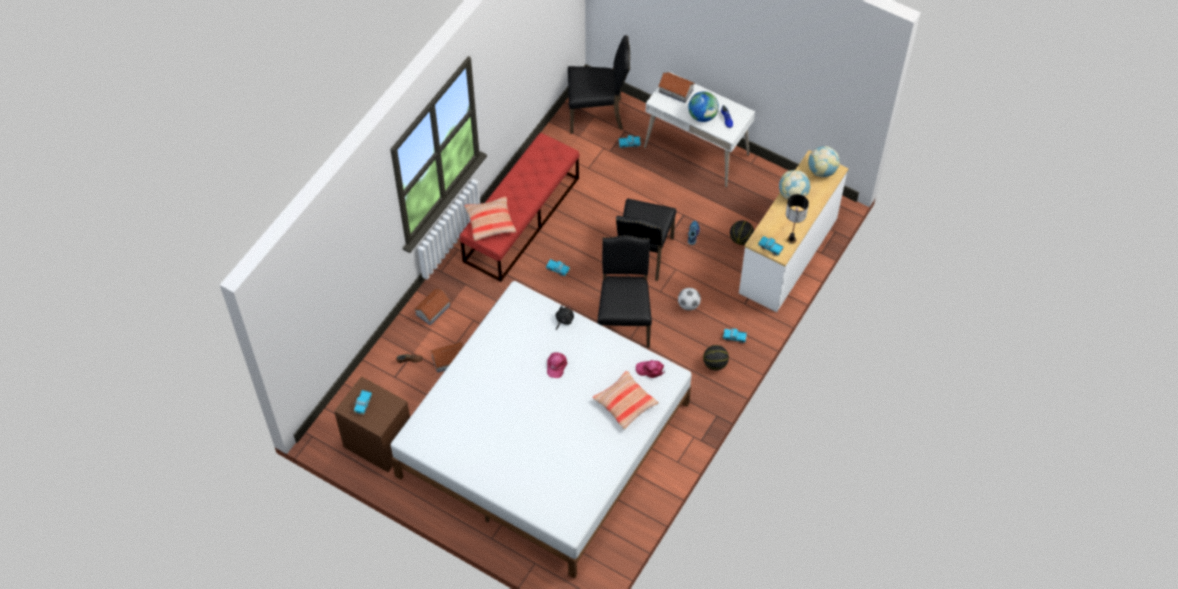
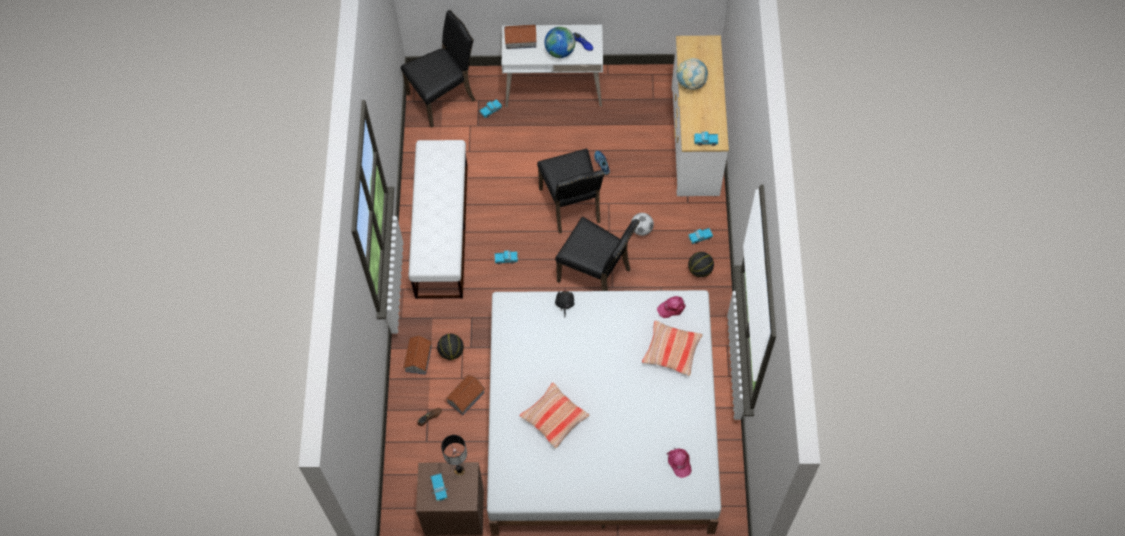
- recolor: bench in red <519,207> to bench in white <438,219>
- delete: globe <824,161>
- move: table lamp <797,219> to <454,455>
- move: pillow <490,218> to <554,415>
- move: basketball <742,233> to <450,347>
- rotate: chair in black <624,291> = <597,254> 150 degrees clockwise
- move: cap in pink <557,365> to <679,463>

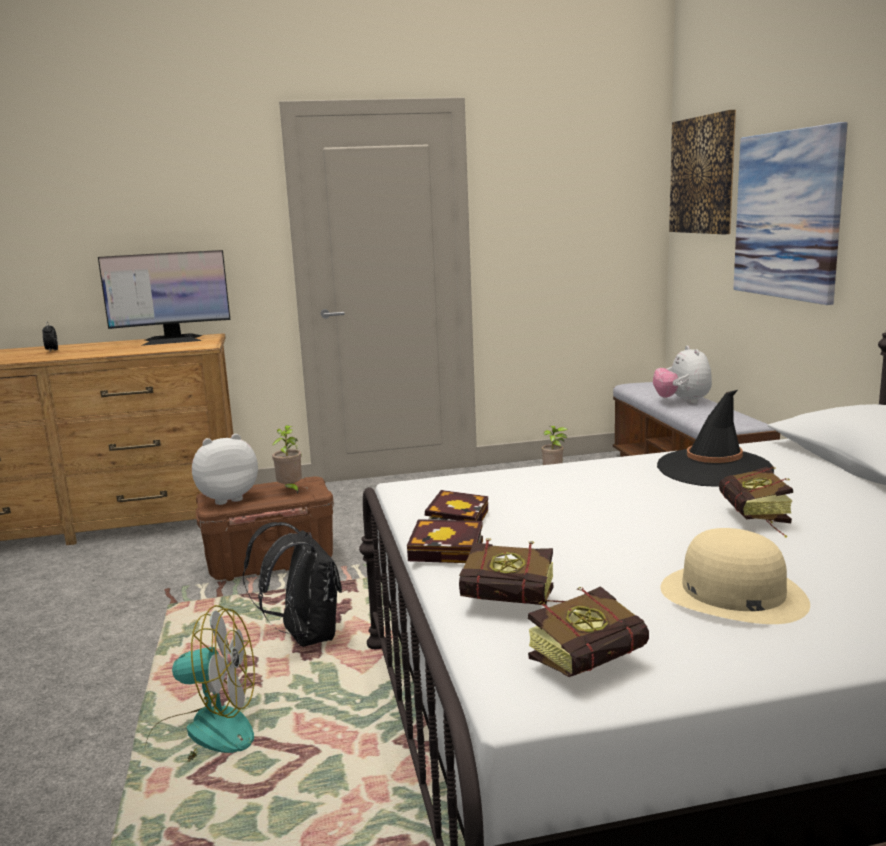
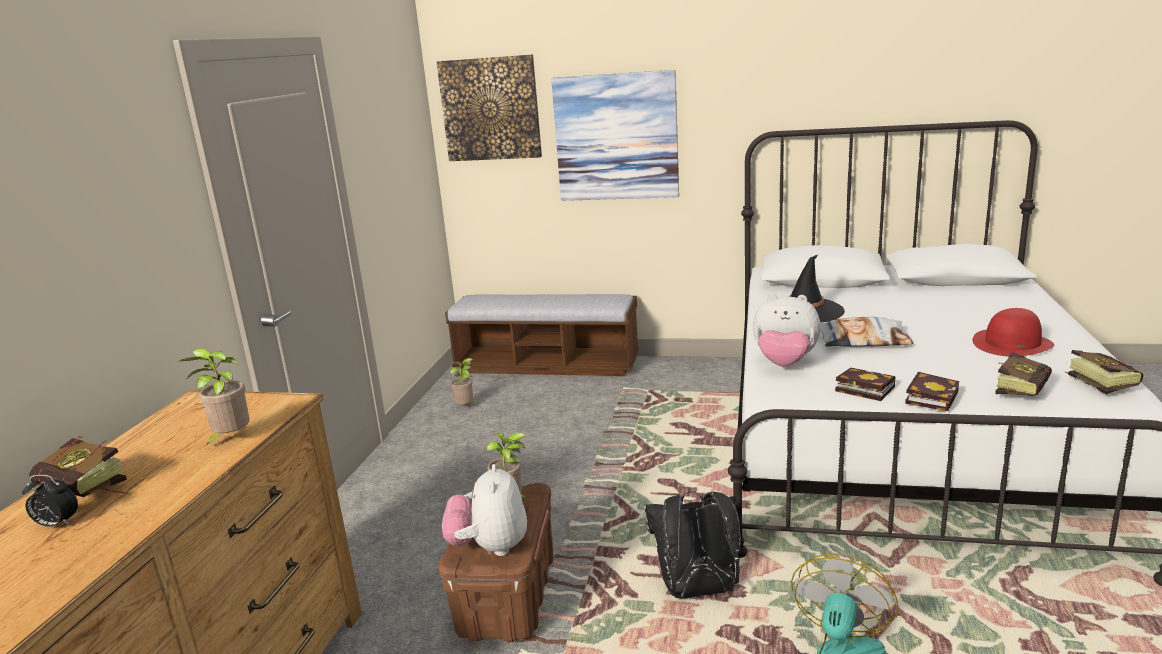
- delete: monitor <164,298>
- move: plush toy <682,375> to <787,330>
- move: book <756,502> to <80,466>
- recolor: hat in beige <735,576> to hat in red <1013,332>
- insert: pillow <866,331>
- insert: potted plant <215,397>

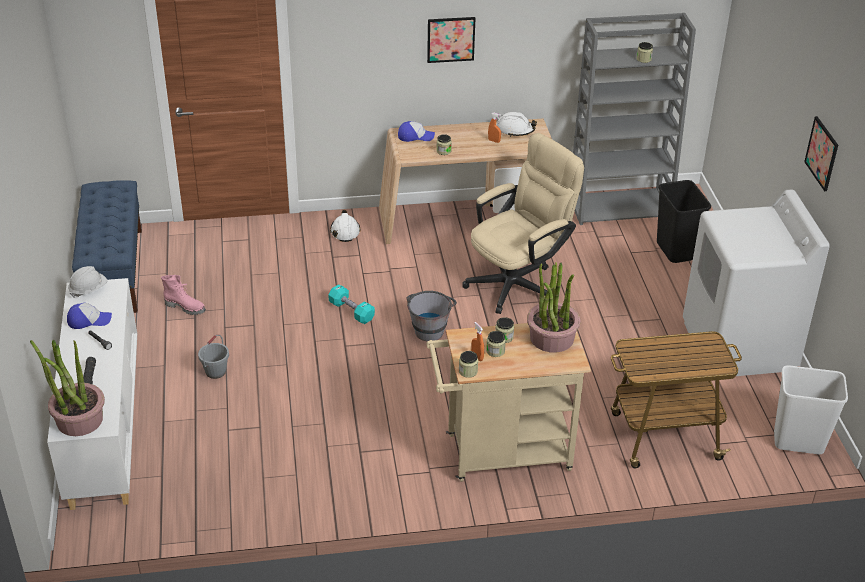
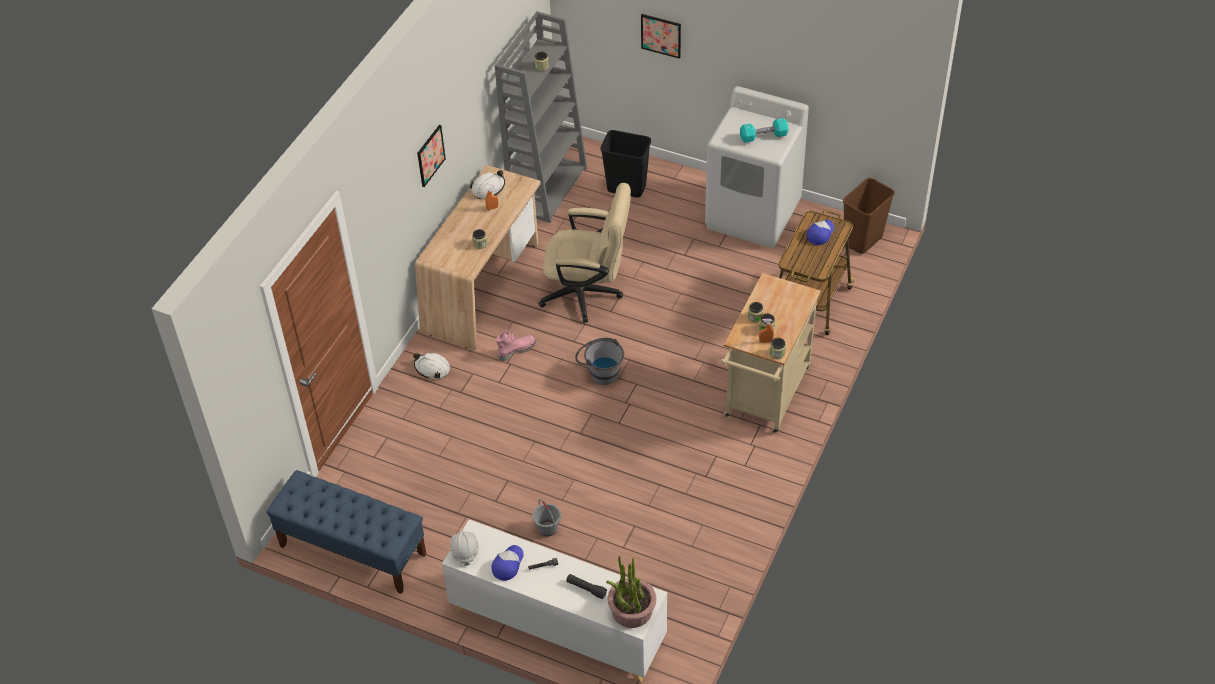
- move: picture <821,153> to <661,36>
- move: cap <416,131> to <820,232>
- rotate: office chair in beige <523,223> = <584,253> 105 degrees clockwise
- delete: potted plant <554,307>
- move: boot in pink <183,295> to <516,345>
- move: dumbbell in turquoise <351,304> to <764,130>
- recolor: trash can in white <811,409> to trash can in brown <869,216>

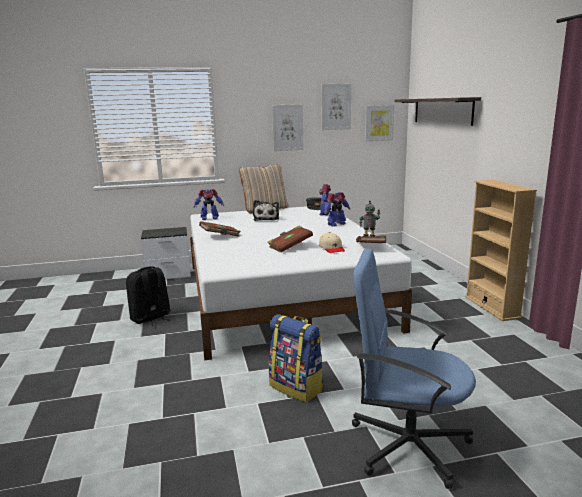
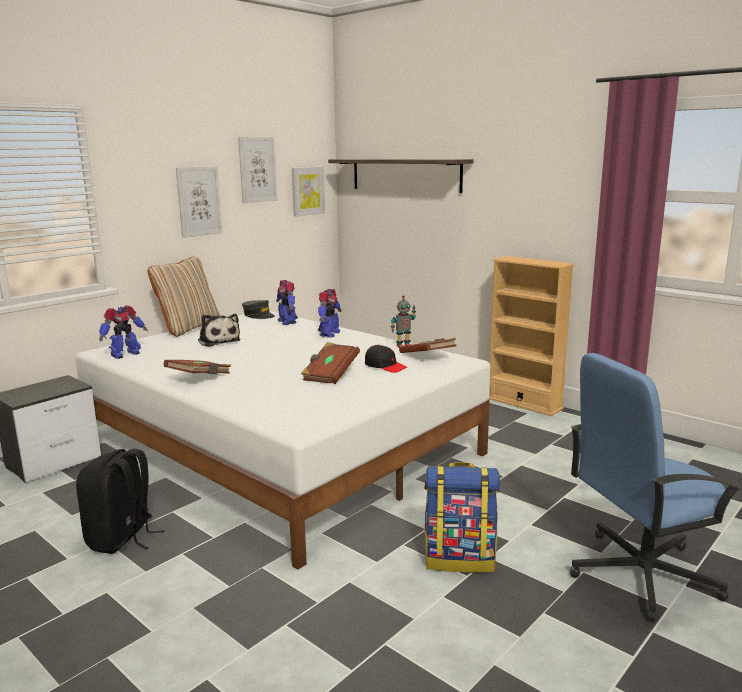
- recolor: cap in beige <332,242> to cap in black <386,359>

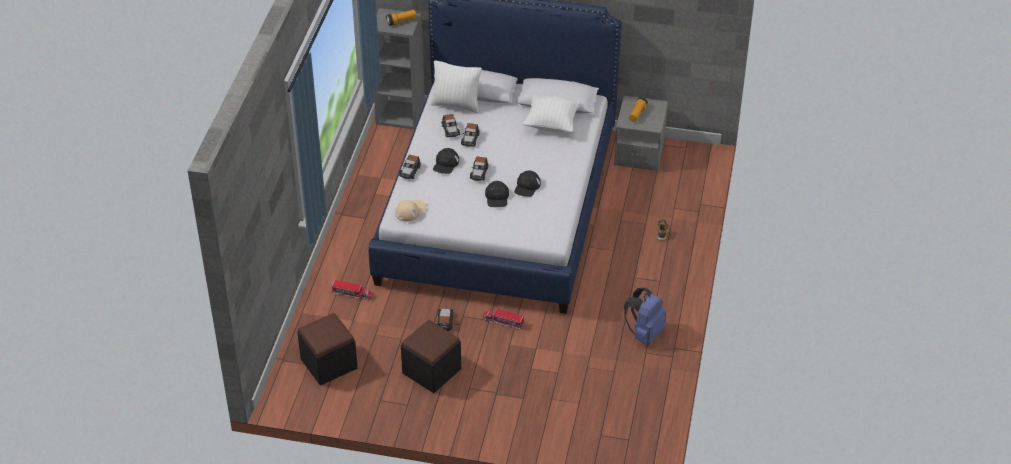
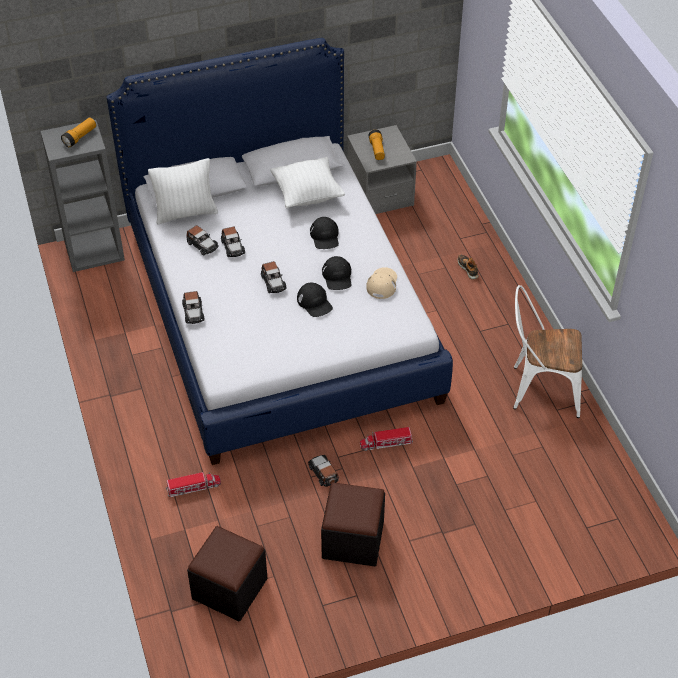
- move: cap in black <446,161> to <324,233>
- move: cap in beige <411,210> to <381,283>
- replace: backpack in blue <645,316> to chair in white <547,351>

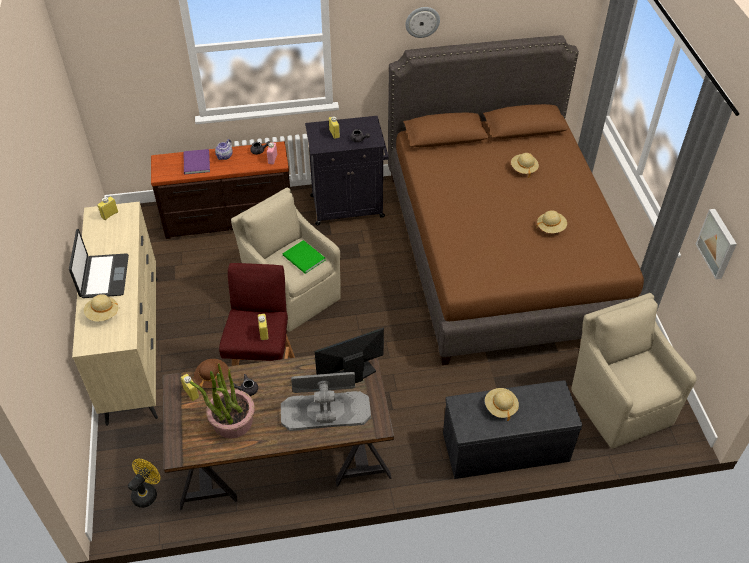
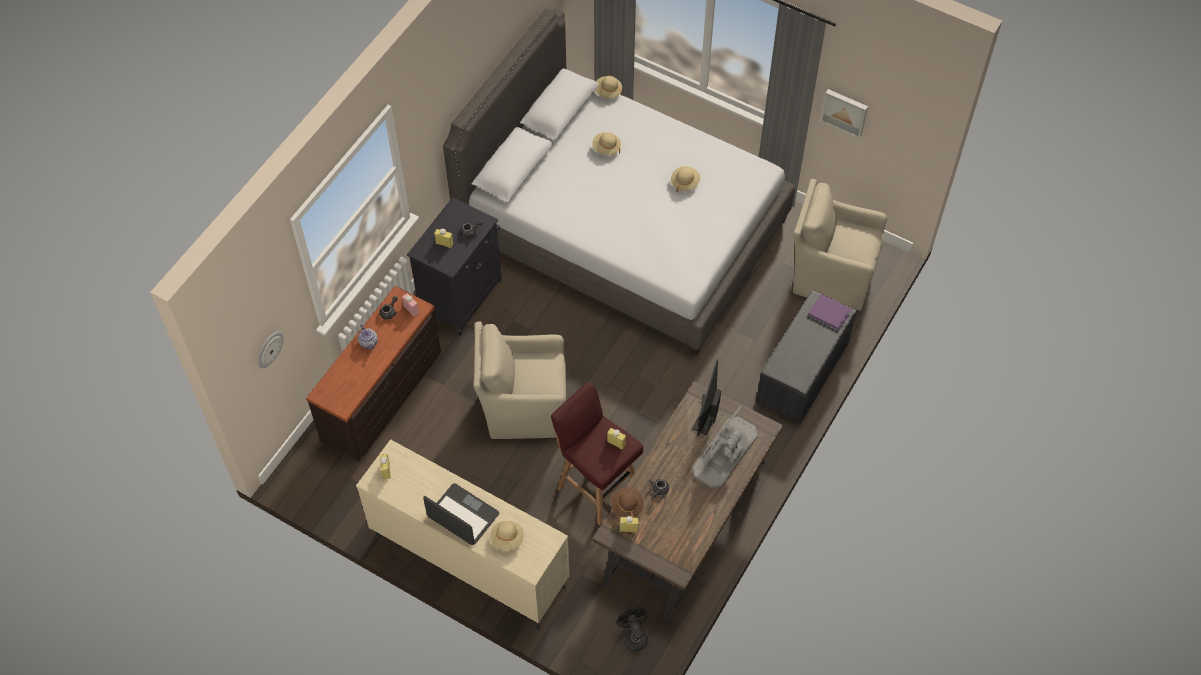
- move: wall clock <422,22> to <270,349>
- recolor: bed in brown <516,200> to bed in grey <619,182>
- move: book in purple <197,161> to <830,312>
- delete: book in green <304,257>
- delete: potted plant <222,401>
- move: hat in beige <502,404> to <608,87>
- recolor: fan in yellow <144,483> to fan in black <632,629>

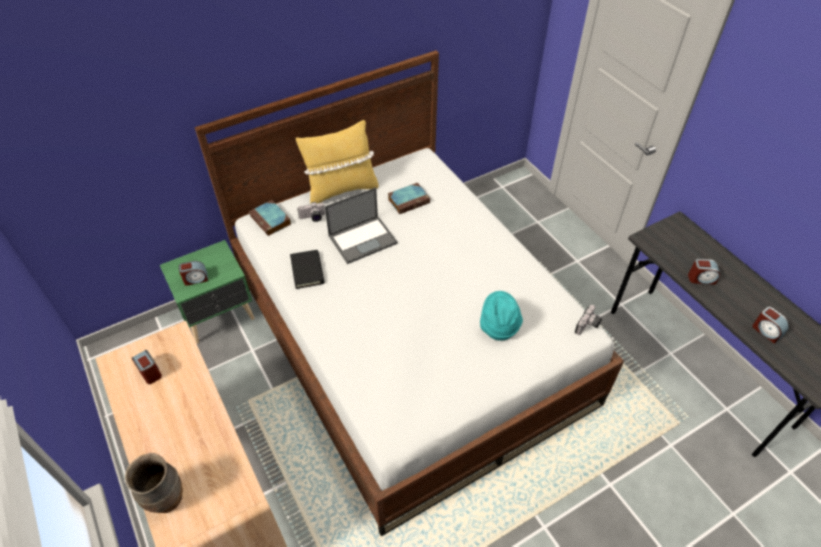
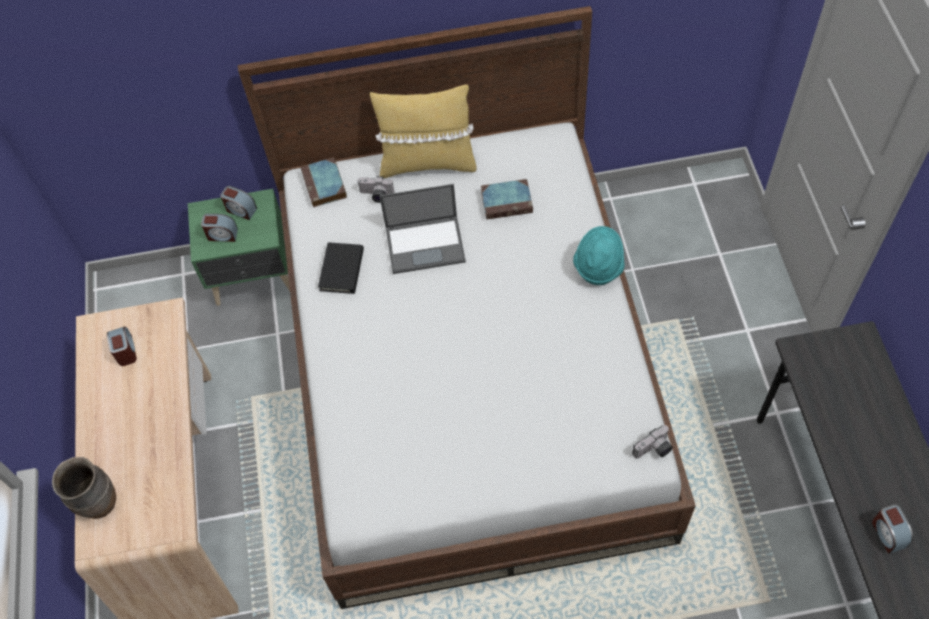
- move: alarm clock <704,272> to <238,203>
- move: hat in turquoise <501,316> to <598,255>

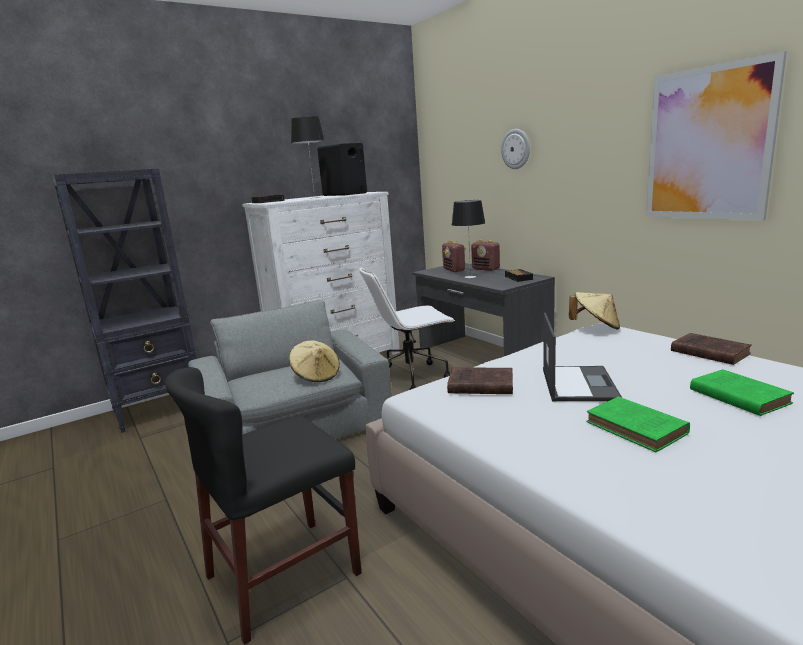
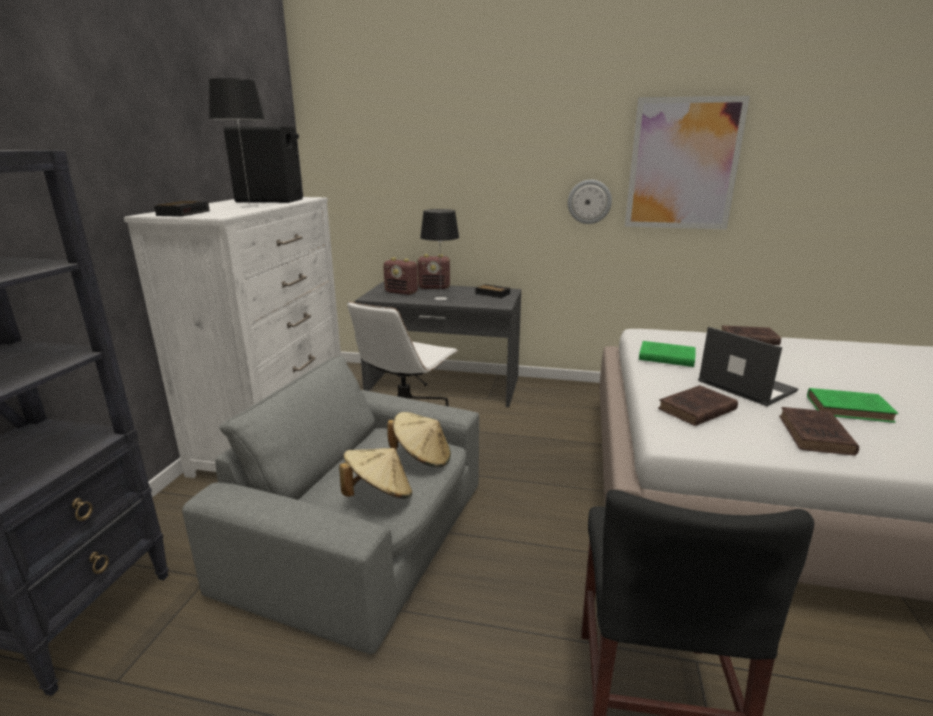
- move: wall clock <515,149> to <590,202>
- move: hat in beige <594,311> to <375,473>
- move: book in green <742,392> to <667,354>
- insert: book in brown <819,431>

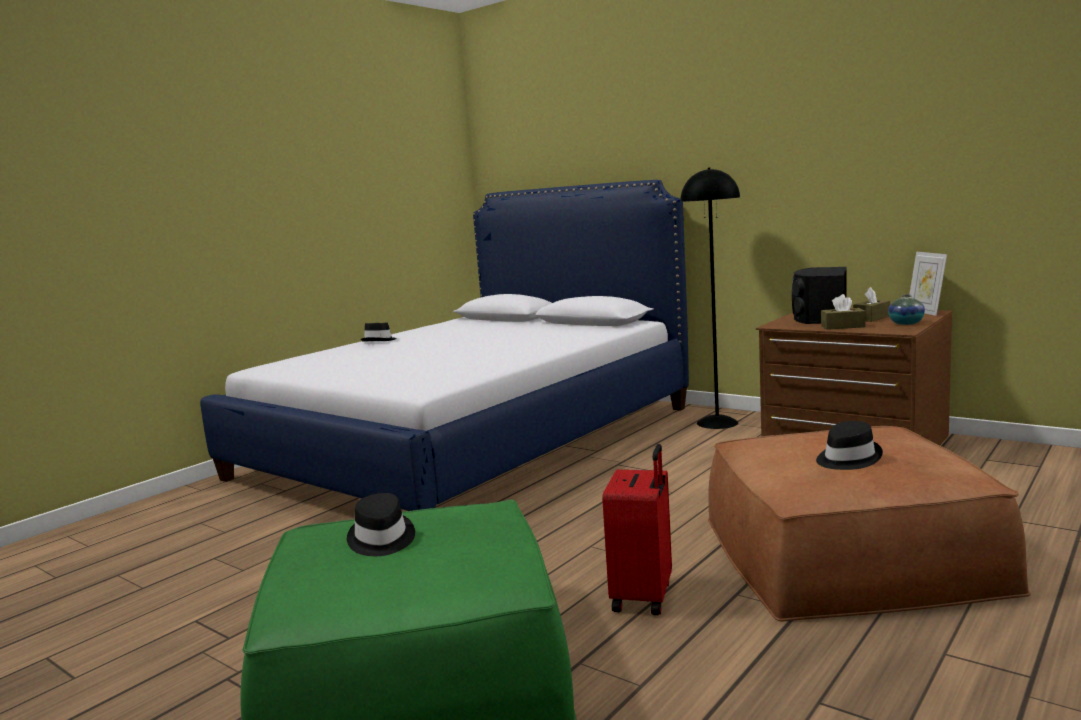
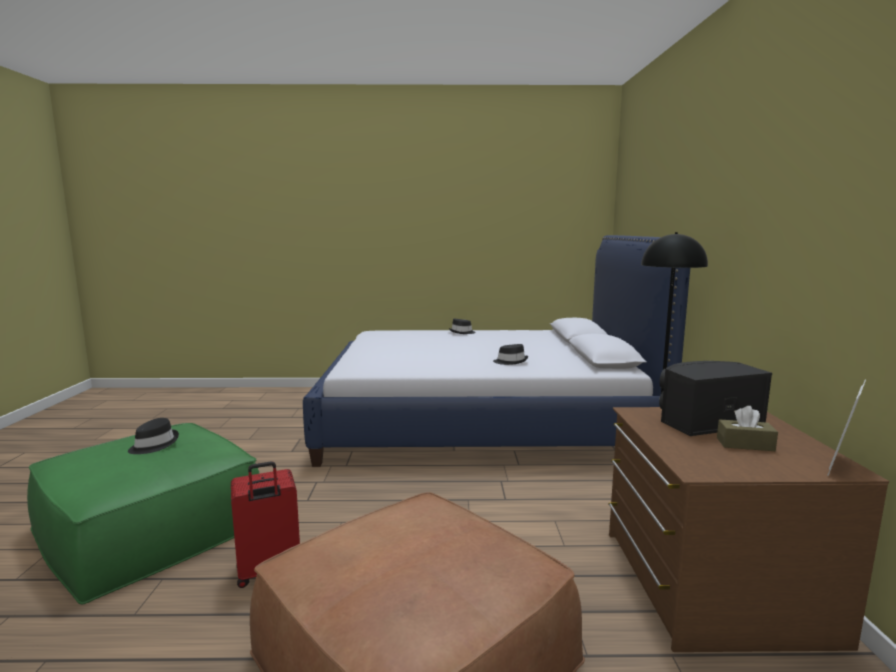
- delete: tissue box in brown <843,312>
- delete: vase <906,309>
- move: hat in black <849,445> to <510,354>

